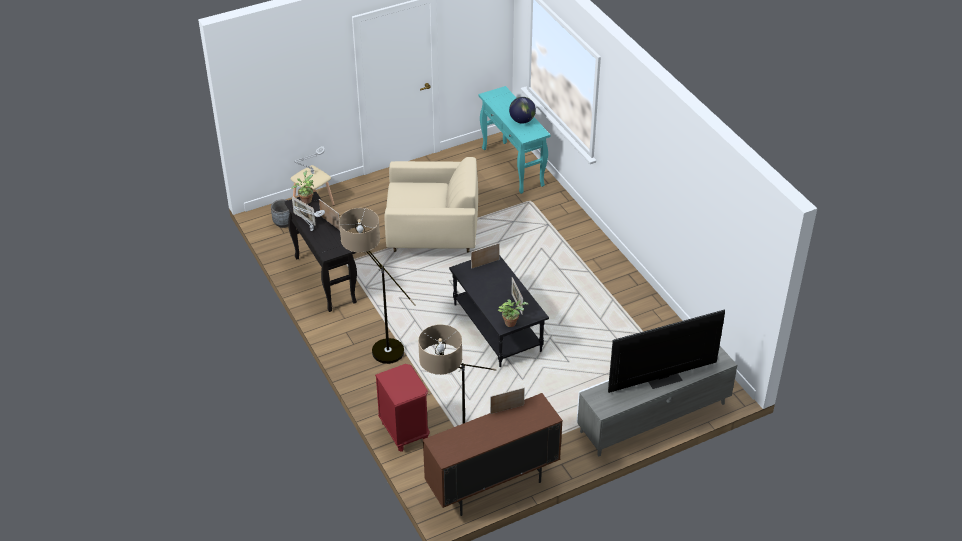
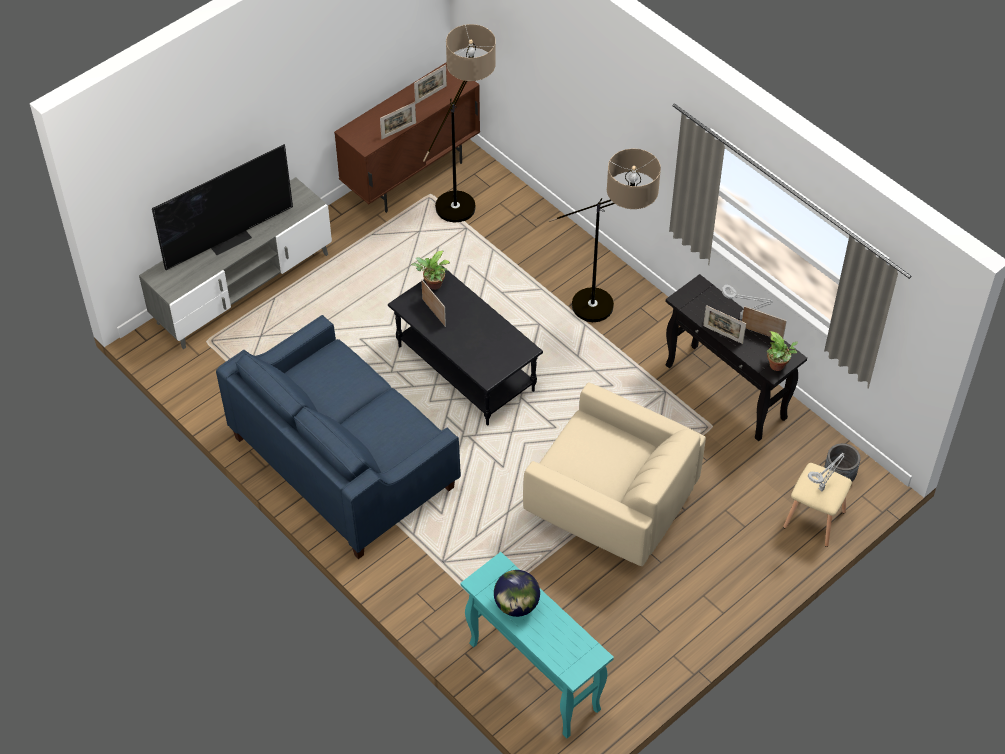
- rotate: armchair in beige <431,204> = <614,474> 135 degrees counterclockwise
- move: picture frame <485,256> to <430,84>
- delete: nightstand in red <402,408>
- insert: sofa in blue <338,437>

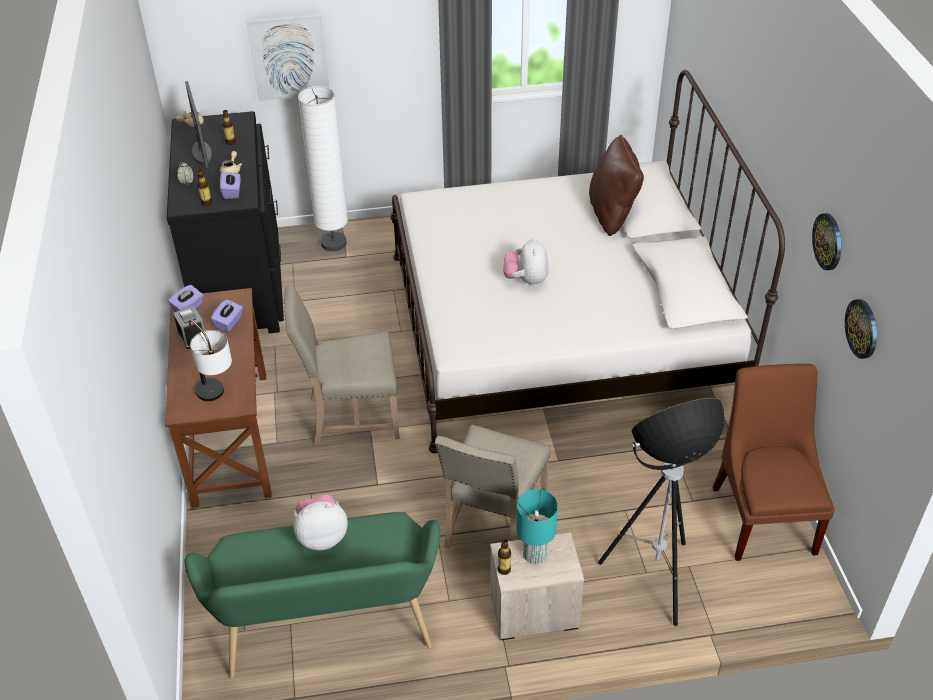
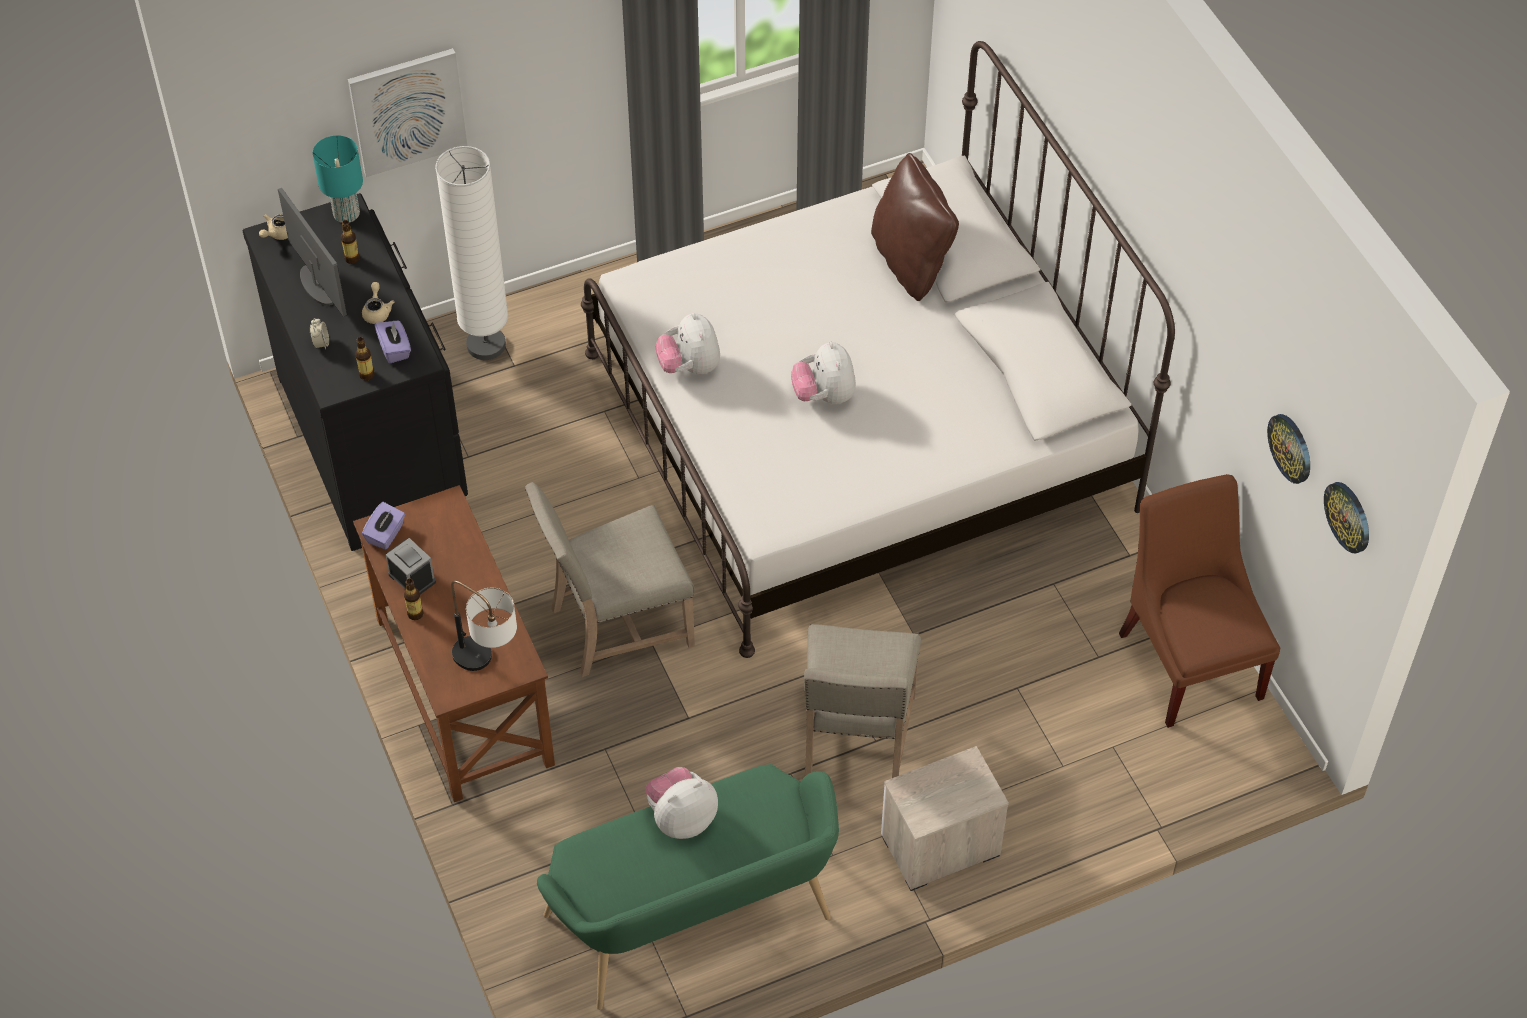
- move: wall clock <826,241> to <1346,518>
- delete: tissue box in purple <227,315>
- delete: floor lamp <661,512>
- move: table lamp in turquoise <537,526> to <338,179>
- move: bottle <504,557> to <414,599>
- insert: plush toy <688,343>

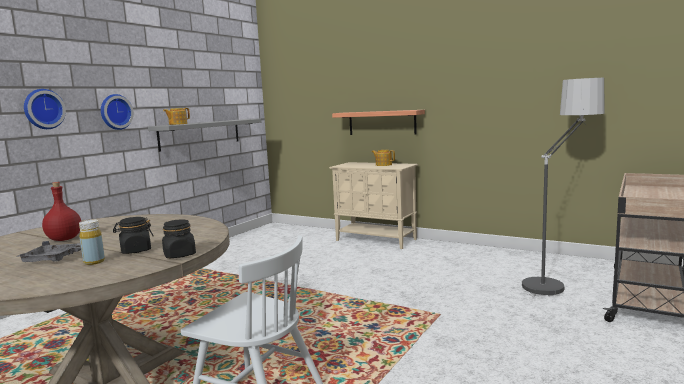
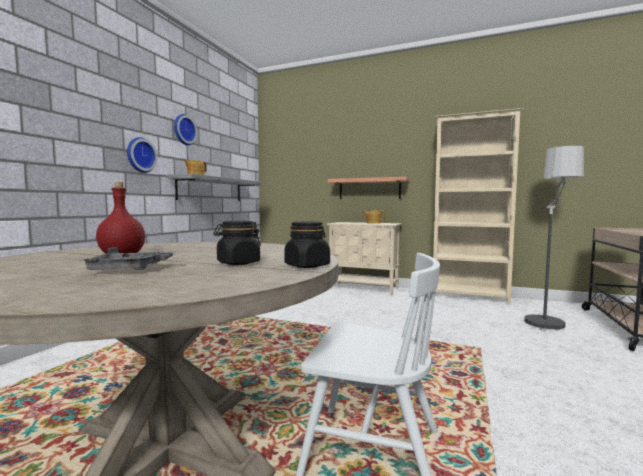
- move: wall clock <45,109> to <186,129>
- delete: bottle in yellow <92,242>
- insert: bookcase in beige <478,206>

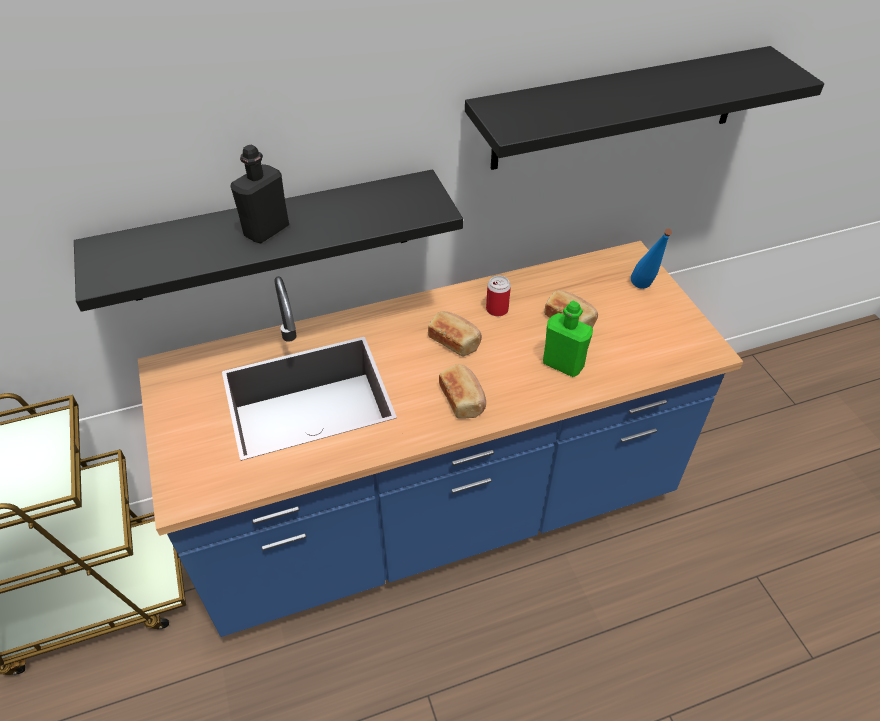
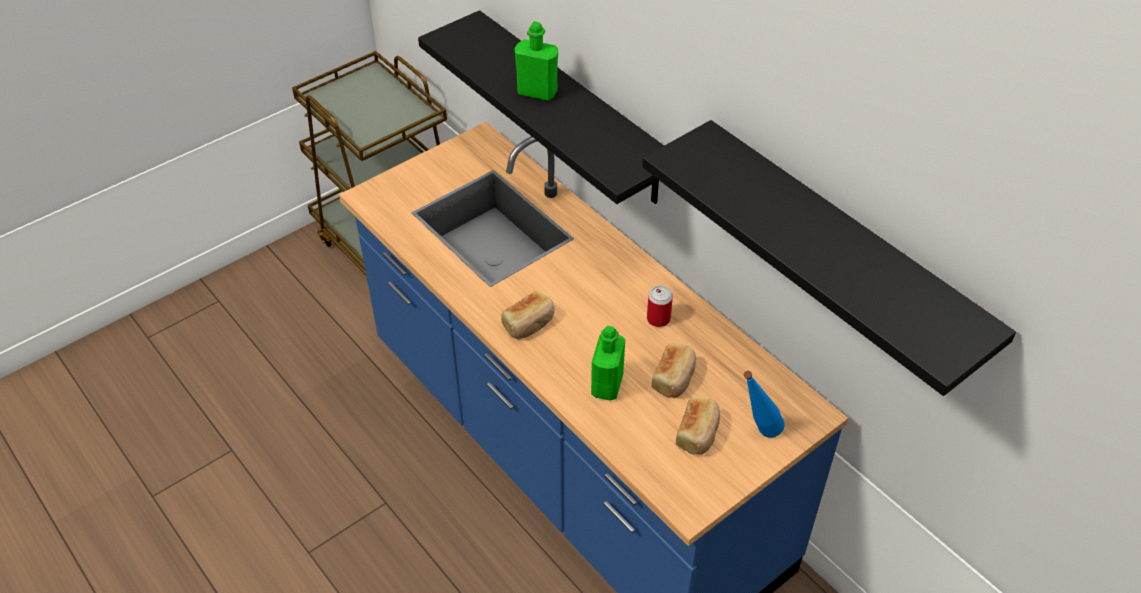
- recolor: bottle in black <260,194> to bottle in green <536,61>
- move: bread <455,334> to <698,426>

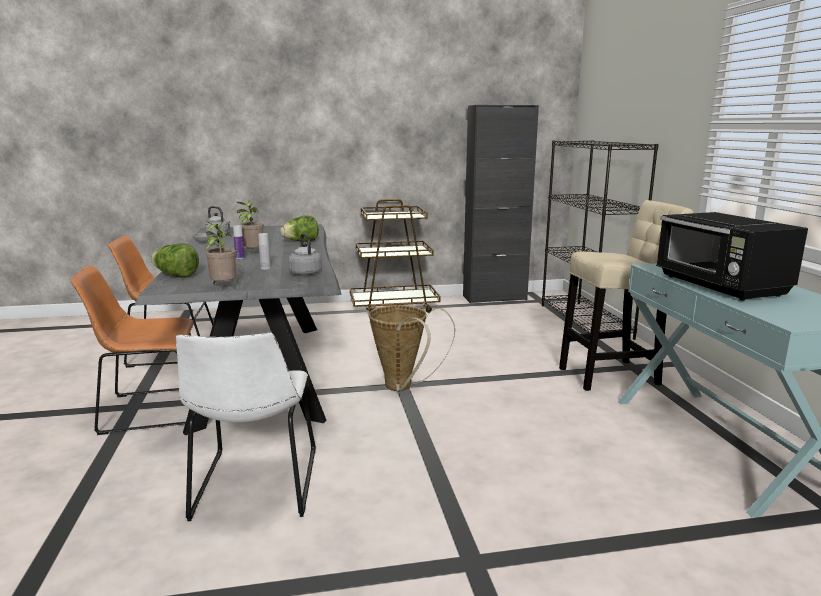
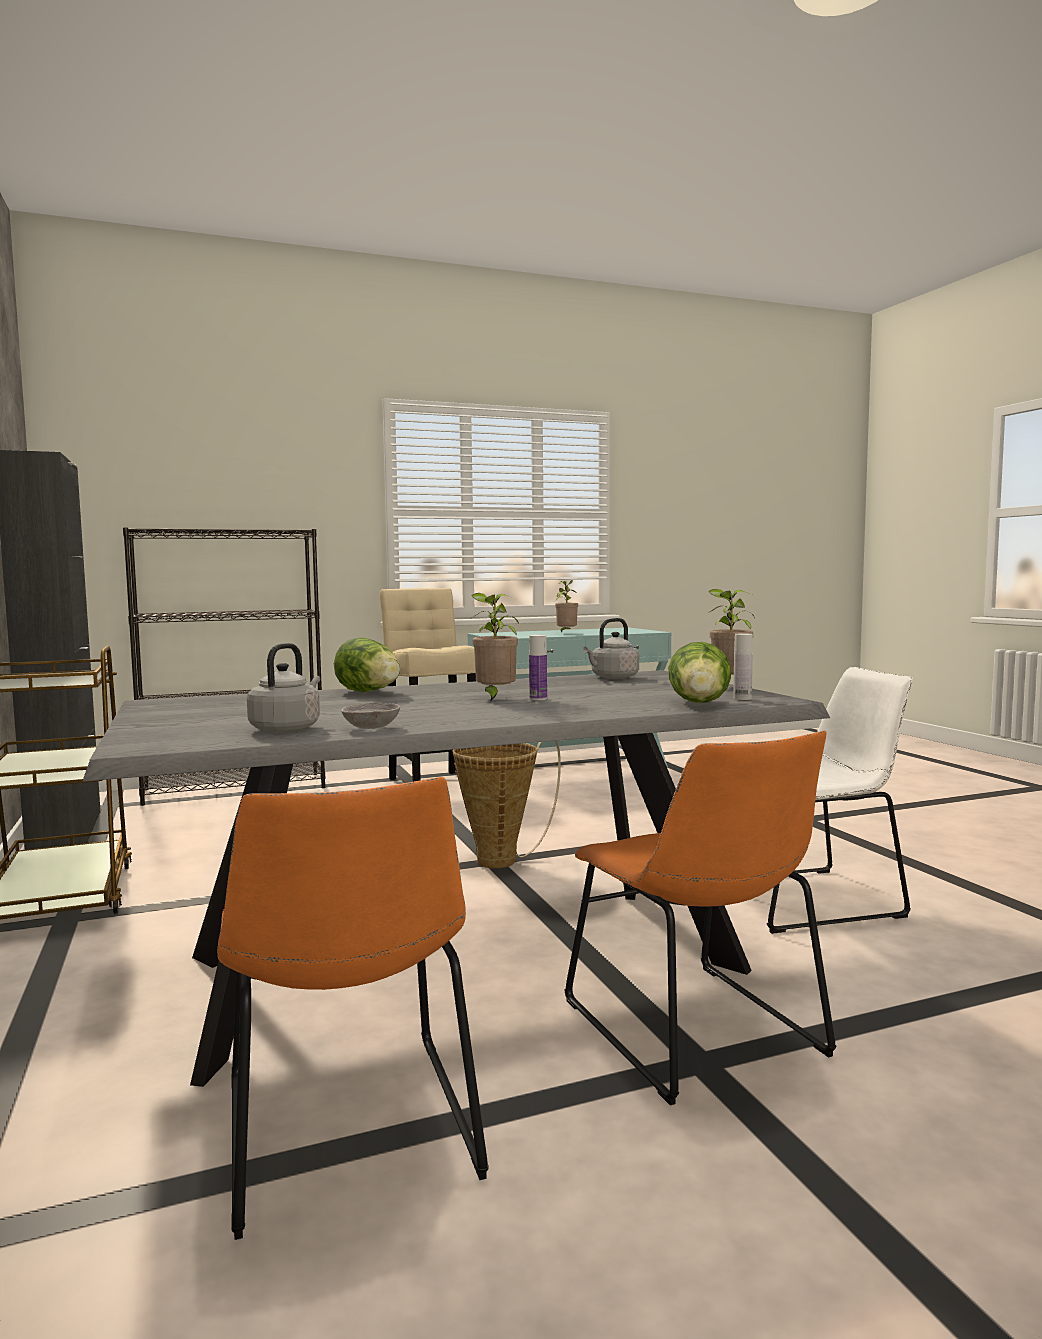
- replace: microwave in black <732,256> to potted plant <566,606>
- move: bottle in white <264,251> to <743,666>

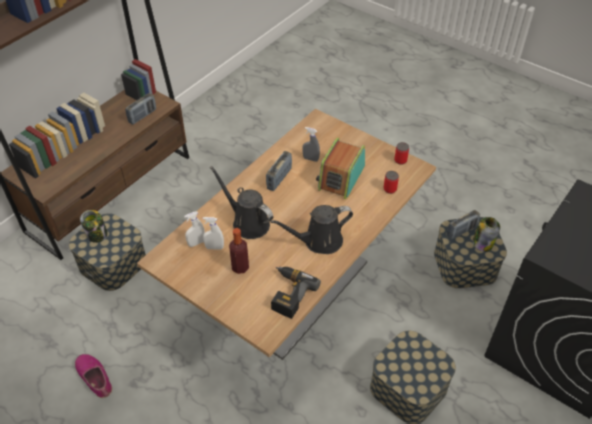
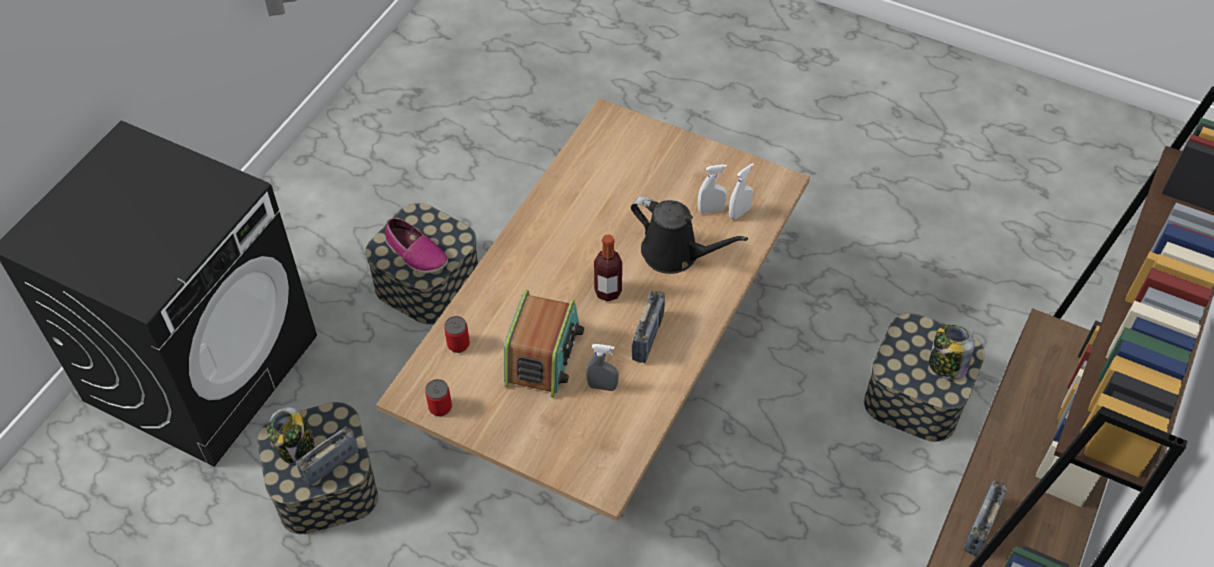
- delete: watering can in black <311,229>
- move: bottle <239,251> to <608,268>
- delete: power drill <296,293>
- move: shoe <93,376> to <416,245>

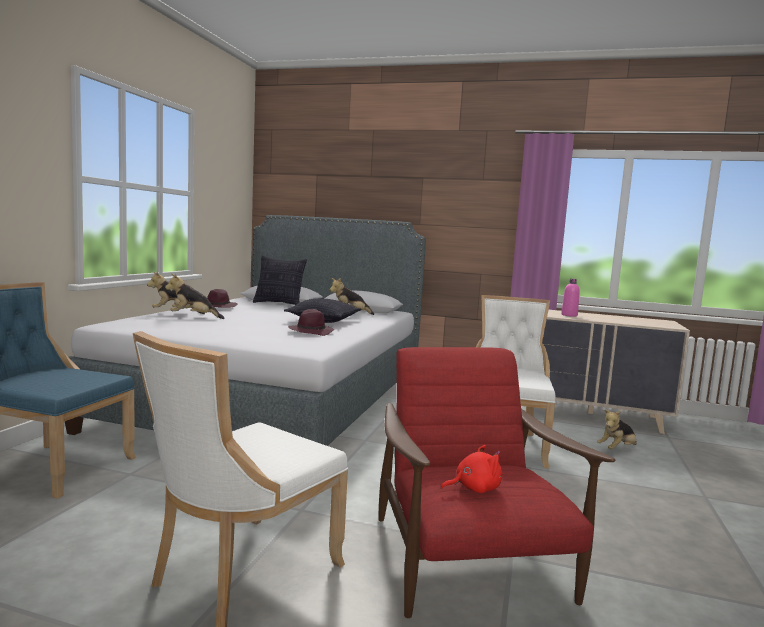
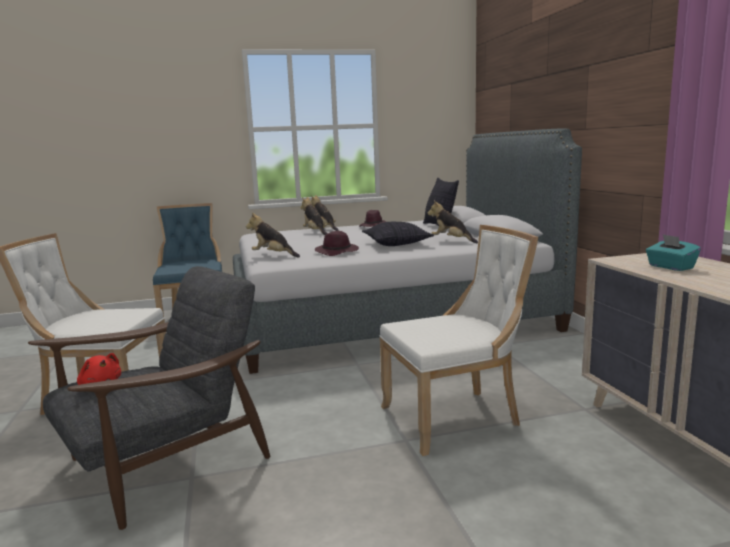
- replace: bottle in pink <570,298> to tissue box in turquoise <673,252>
- recolor: armchair in red <497,482> to armchair in grey <149,398>
- move: plush toy <617,429> to <273,235>

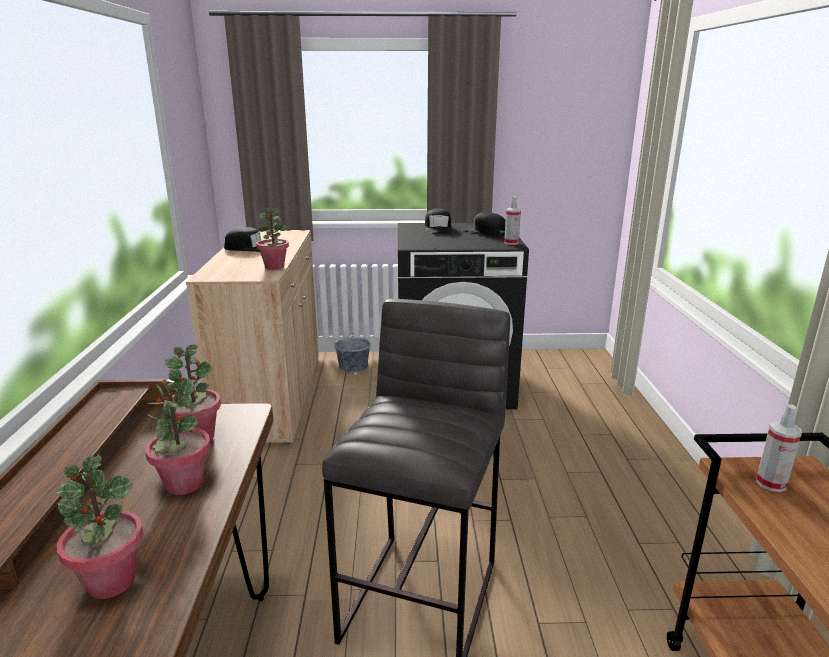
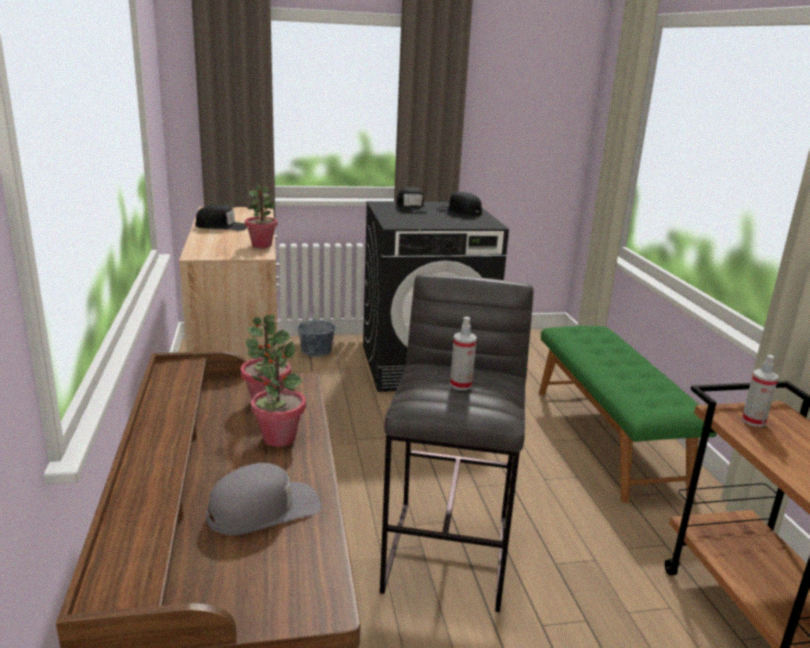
- move: spray bottle <512,220> to <463,353>
- replace: potted plant <99,527> to cap in grey <263,499>
- insert: bench in green <628,414>

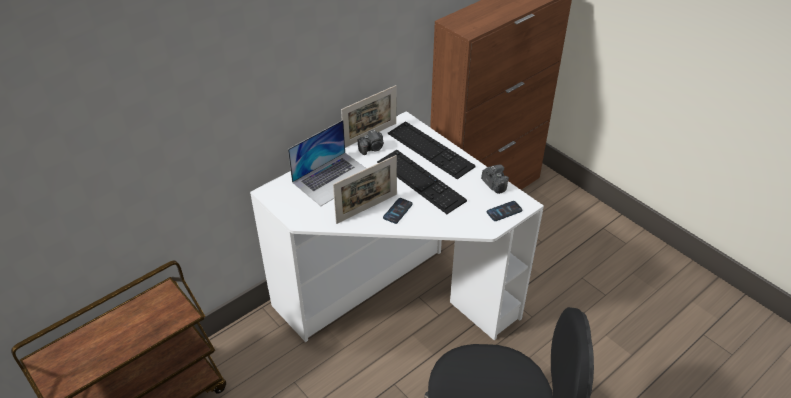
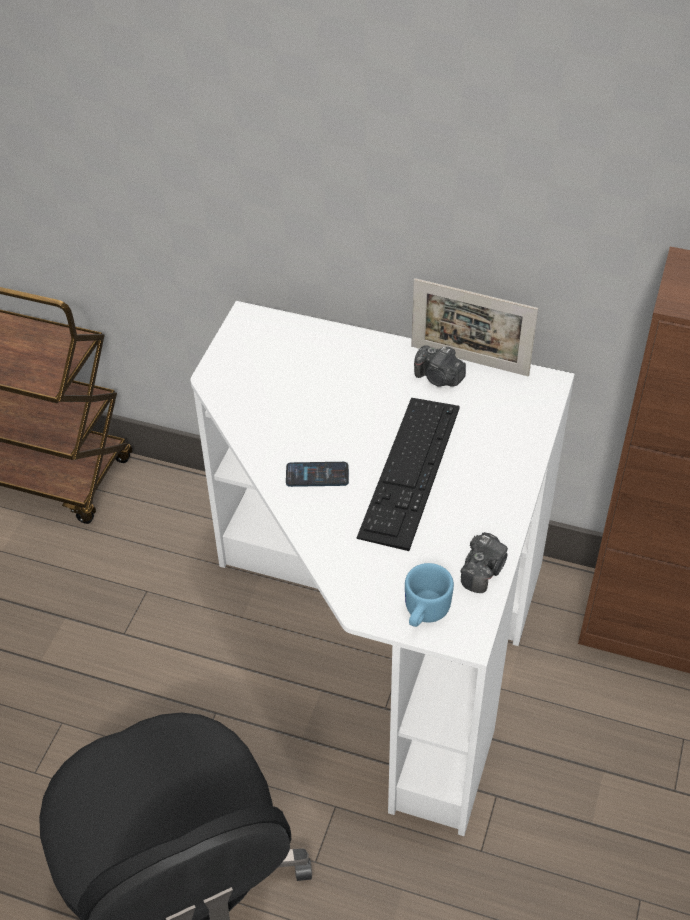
- delete: laptop <327,163>
- delete: keyboard <431,150>
- delete: picture frame <365,189>
- replace: phone <505,211> to mug in blue <429,595>

